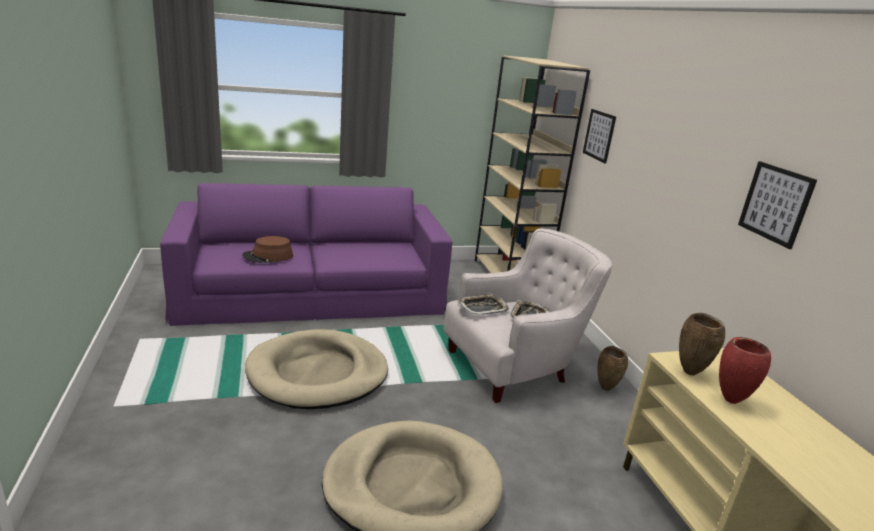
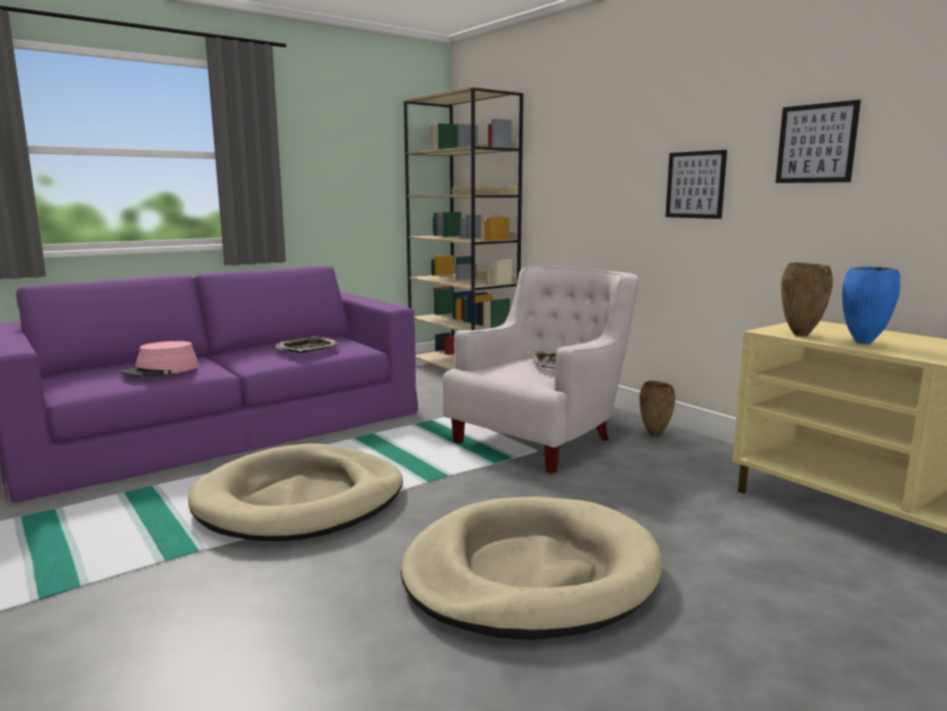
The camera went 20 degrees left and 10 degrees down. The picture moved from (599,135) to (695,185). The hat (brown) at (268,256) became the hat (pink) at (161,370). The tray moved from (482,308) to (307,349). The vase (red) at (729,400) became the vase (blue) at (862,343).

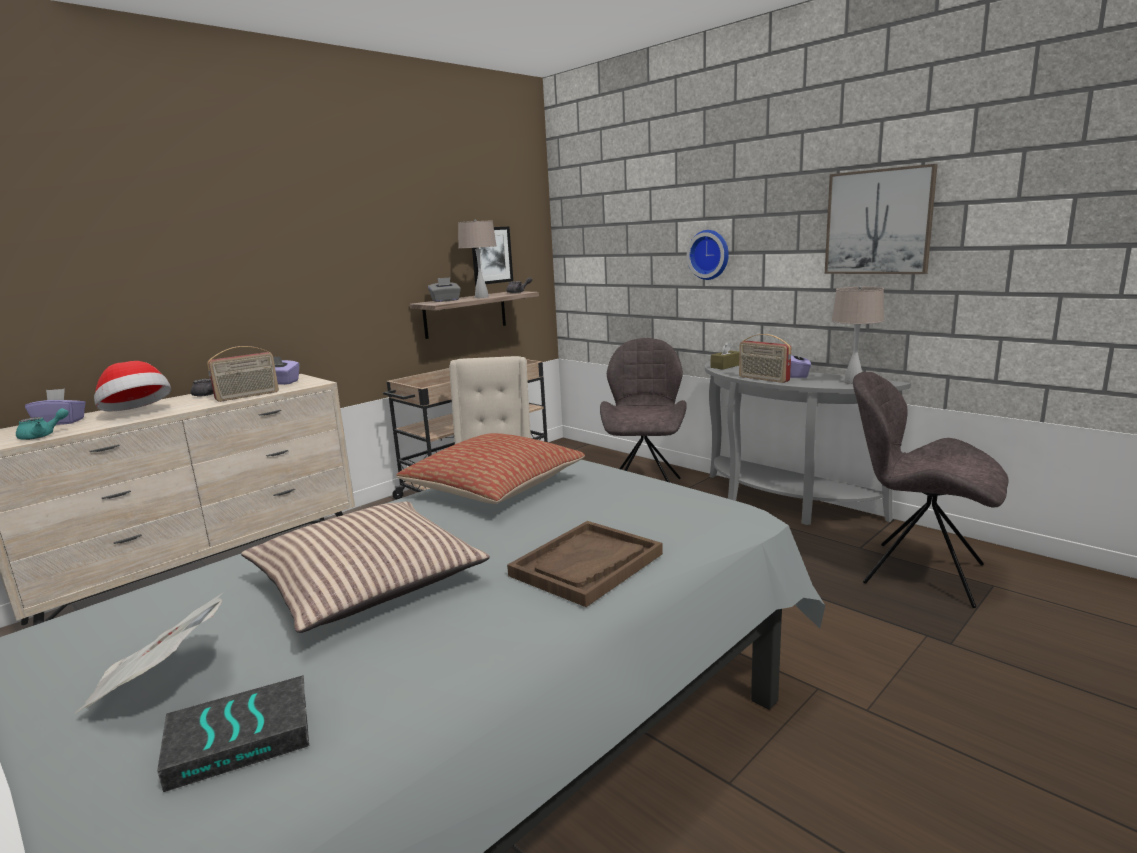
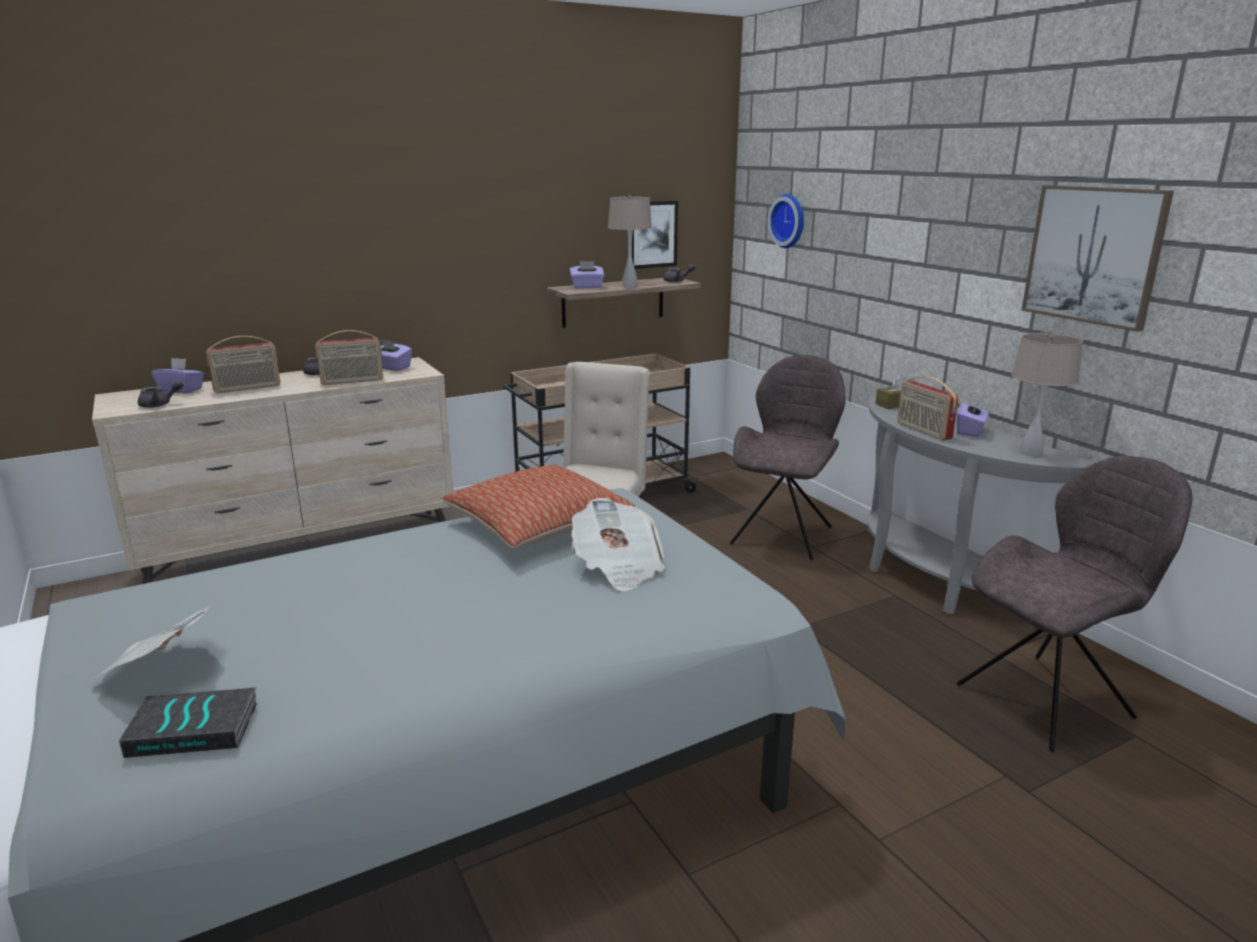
The camera went 15 degrees right and 5 degrees up. The wall clock moved from (710,254) to (789,221). The tissue box (grey) at (445,300) became the tissue box (purple) at (587,287). The hat at (137,413) was replaced by the radio at (247,388). The chair (grey) at (918,572) turned 105 degrees clockwise. The teapot (turquoise) at (42,436) became the teapot (grey) at (160,405). The pillow at (367,582) disappeared. The tray (brown) at (587,565) disappeared. The newspaper at (618,567) appeared.

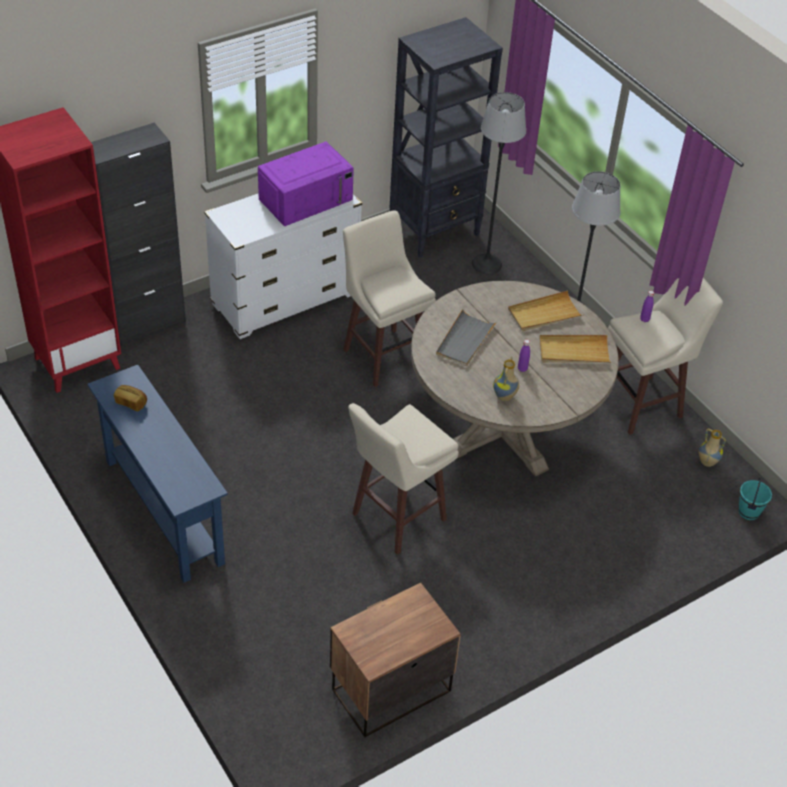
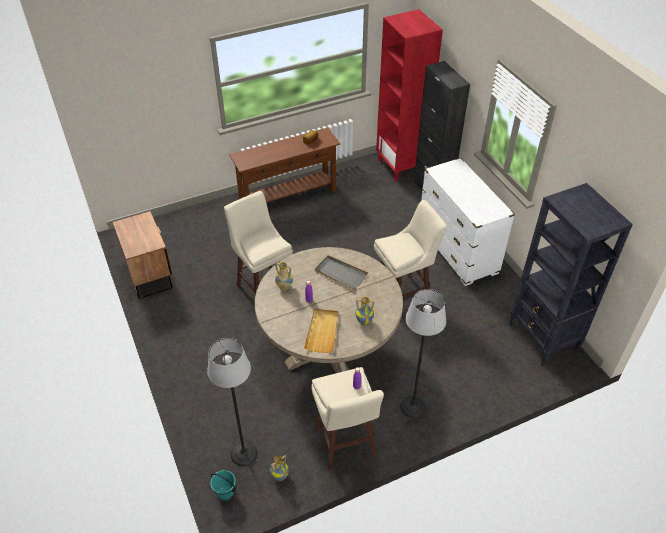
The camera went 100 degrees right and 0 degrees up. The floor lamp moved from (486,264) to (244,454). The microwave (purple) at (306,199) disappeared. The tray (beige) at (544,314) was replaced by the vase at (364,321). The console table (blue) at (163,511) became the console table (brown) at (288,196).

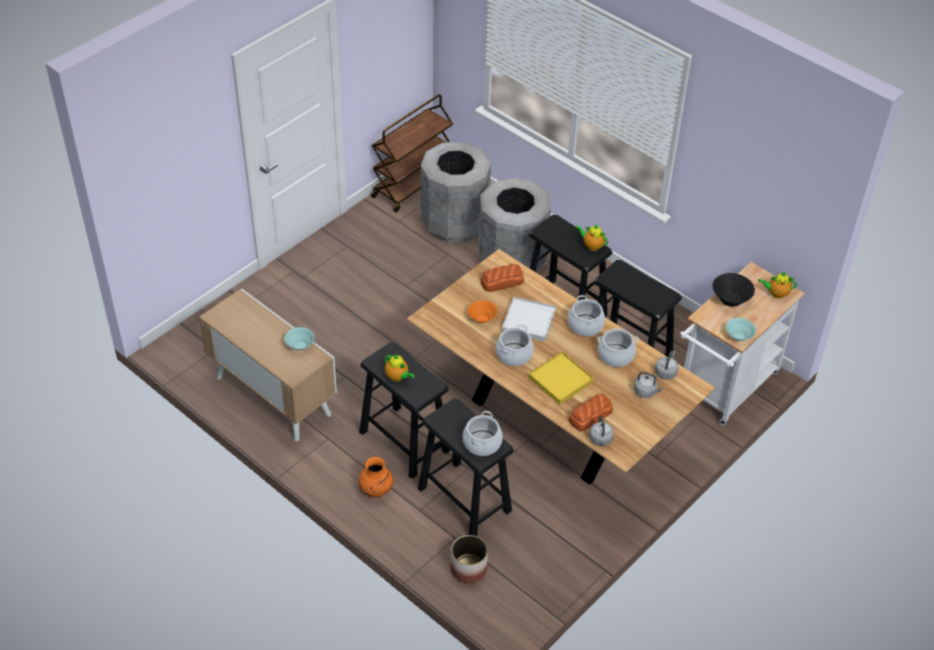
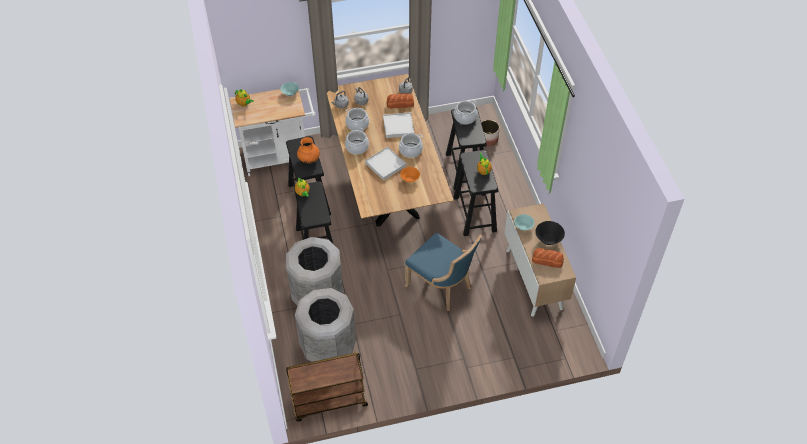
The camera went 145 degrees left and 5 degrees up. The bread moved from (501,281) to (548,260). The bowl (black) moved from (730,300) to (548,239). The tray (yellow) at (560,380) became the tray (white) at (398,126). The vase (orange) moved from (376,490) to (309,160). The chair (blue) at (441,286) appeared.

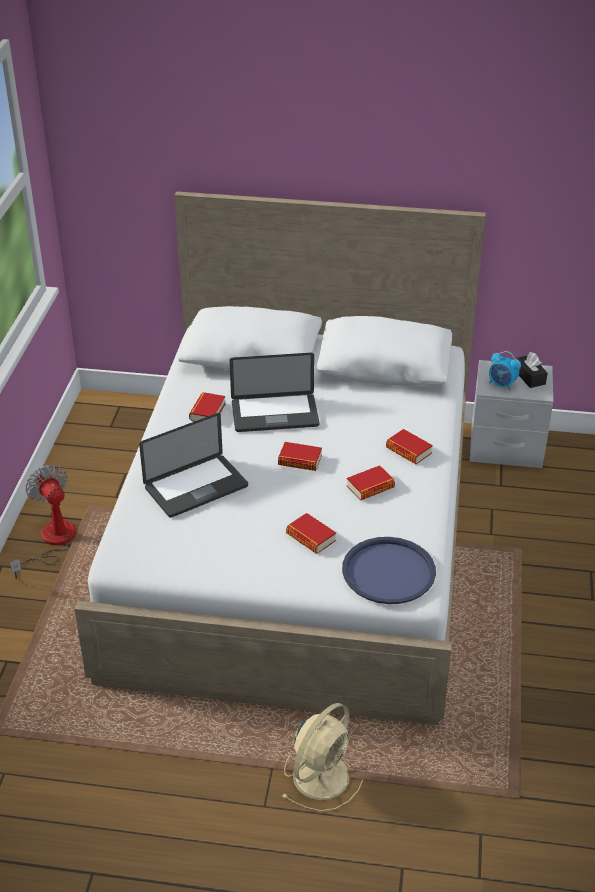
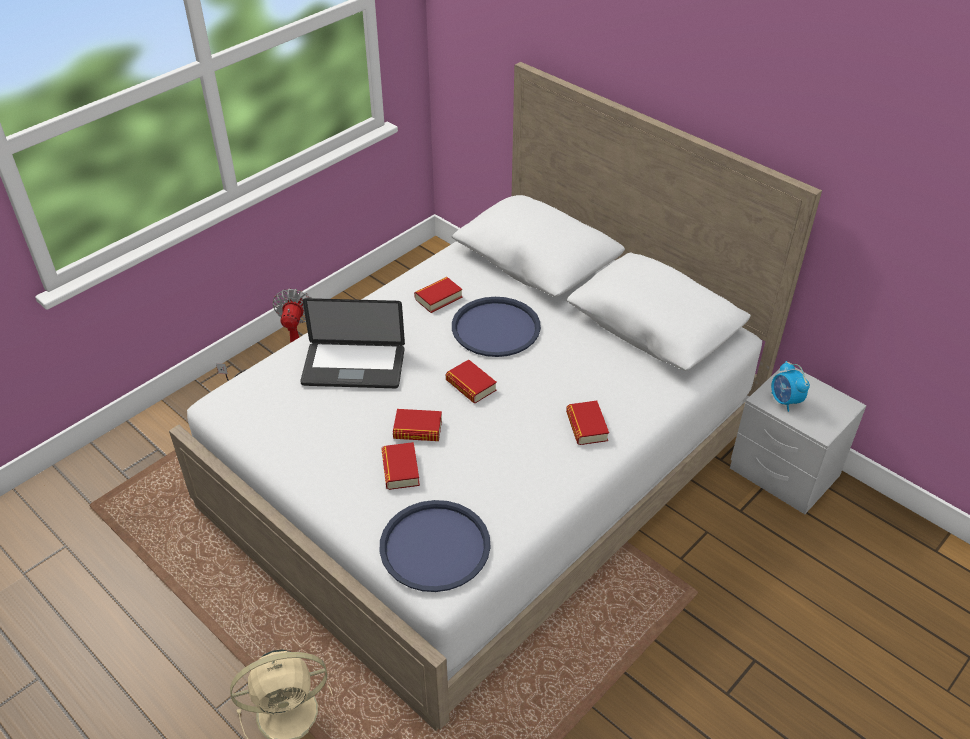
The camera went 35 degrees right and 5 degrees up. The tissue box (black) at (529,377) disappeared. The laptop at (275,414) was replaced by the tray (blue) at (495,328). The book moved from (370,487) to (418,429).

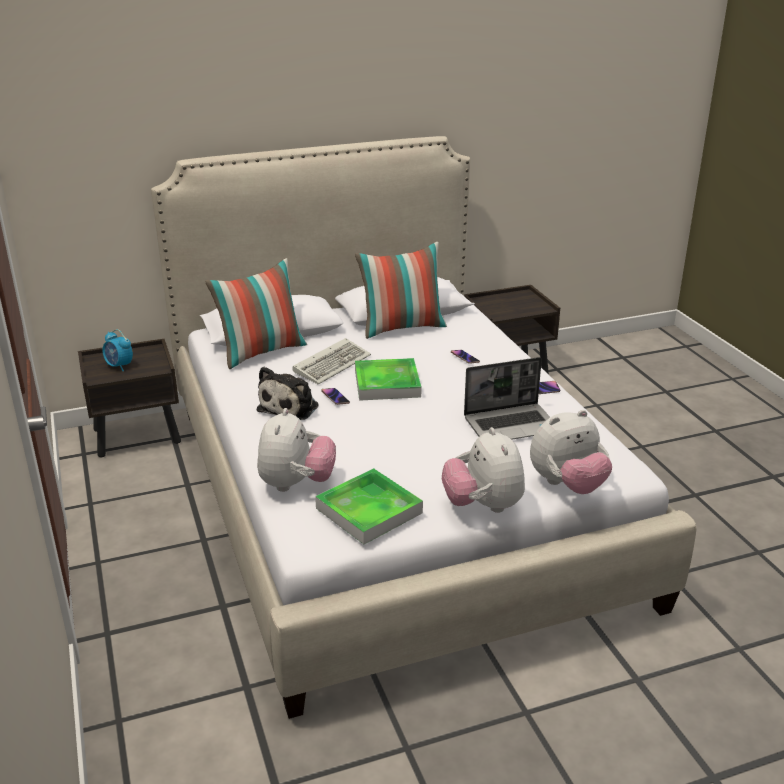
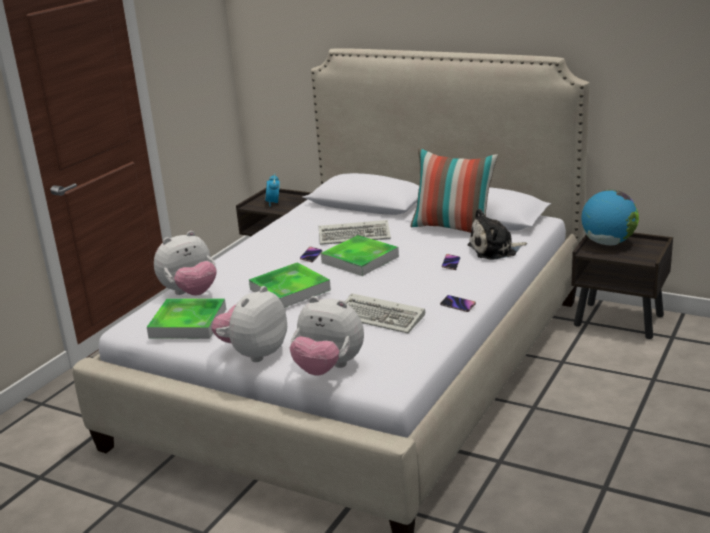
The camera went 50 degrees right and 5 degrees down. The pillow at (261,352) disappeared. The laptop at (512,425) was replaced by the keyboard at (381,317). The plush toy moved from (291,407) to (495,250). The globe at (608,243) appeared. The tray at (290,290) appeared.

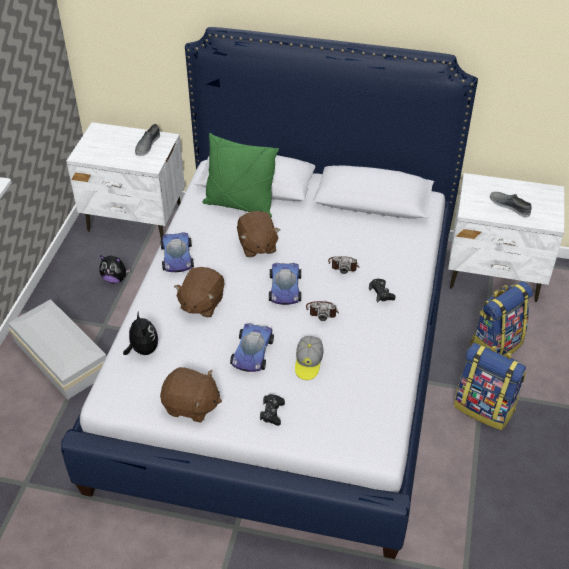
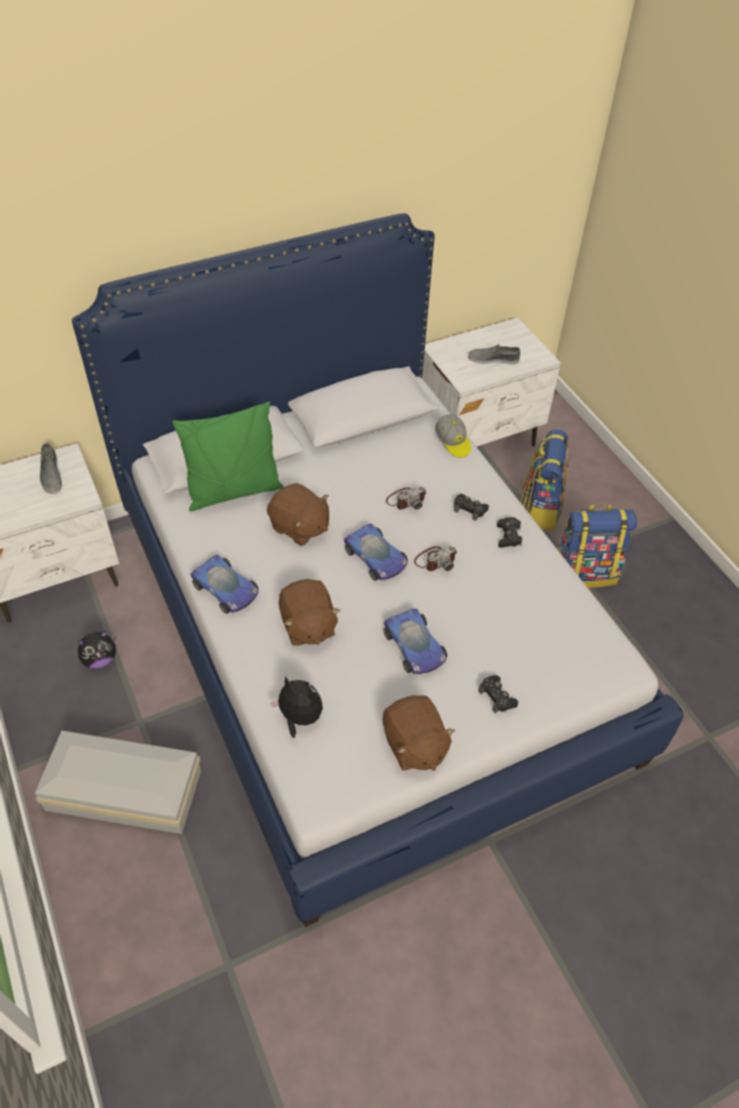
The camera went 40 degrees left and 5 degrees up. The cap moved from (308,363) to (453,442). The plush toy (brown) at (191,406) turned 90 degrees clockwise. The game controller (black) at (508,536) appeared.

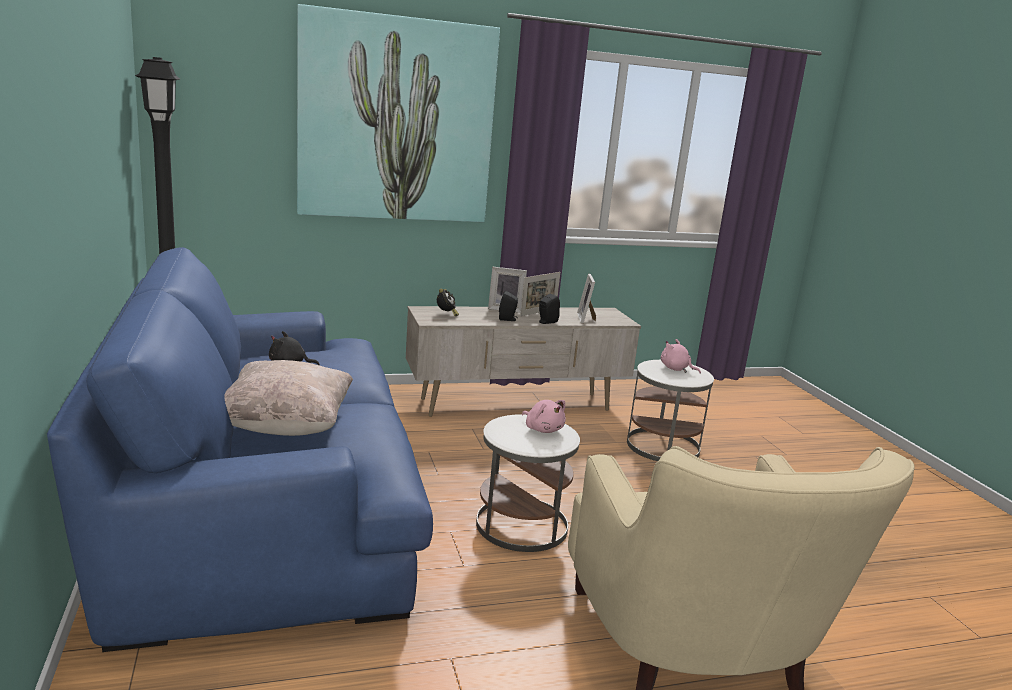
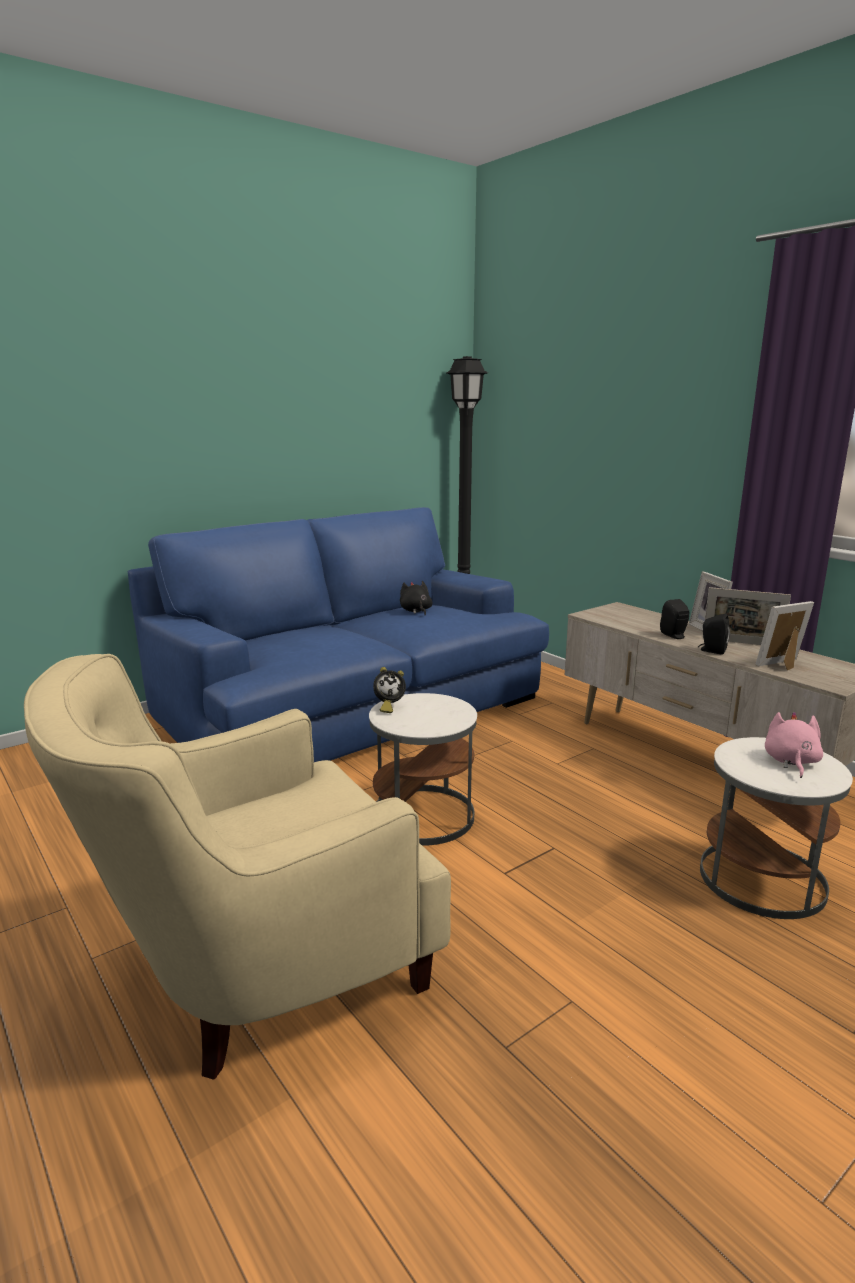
The camera went 70 degrees right and 0 degrees up. The picture at (396,120) disappeared. The alarm clock moved from (446,314) to (388,707). The pillow (beige) at (286,425) disappeared. The plush toy (pink) at (543,429) disappeared.

